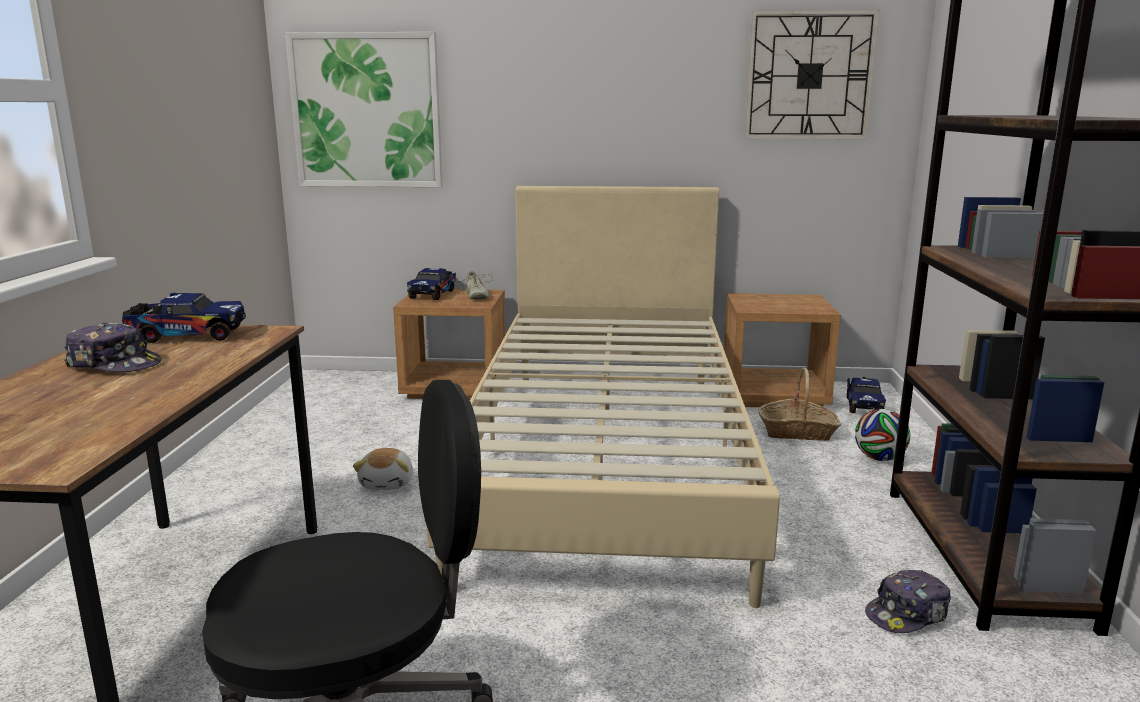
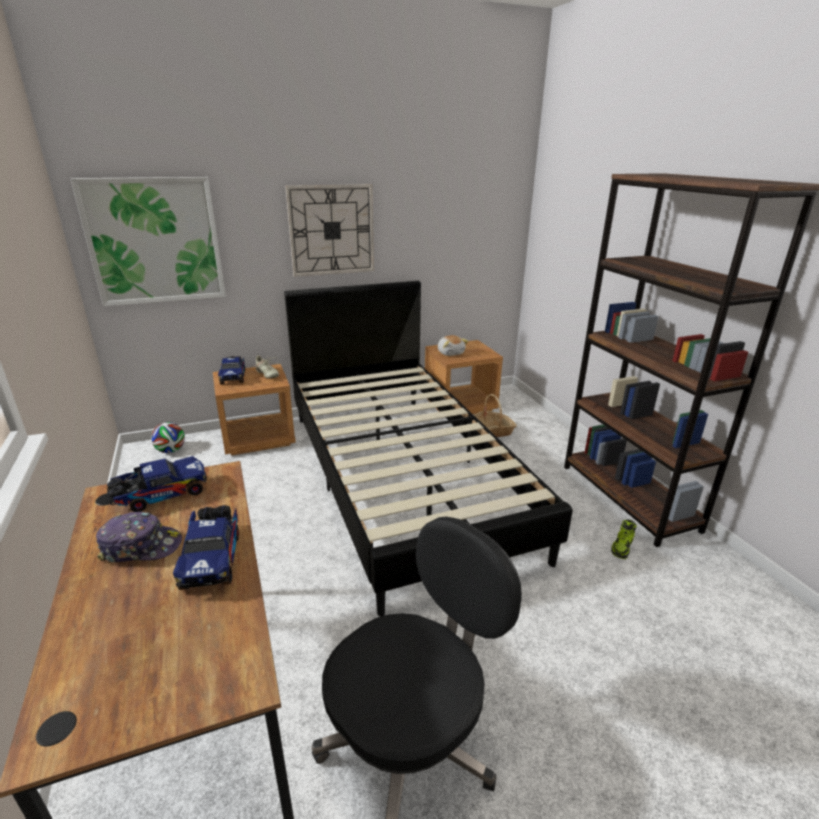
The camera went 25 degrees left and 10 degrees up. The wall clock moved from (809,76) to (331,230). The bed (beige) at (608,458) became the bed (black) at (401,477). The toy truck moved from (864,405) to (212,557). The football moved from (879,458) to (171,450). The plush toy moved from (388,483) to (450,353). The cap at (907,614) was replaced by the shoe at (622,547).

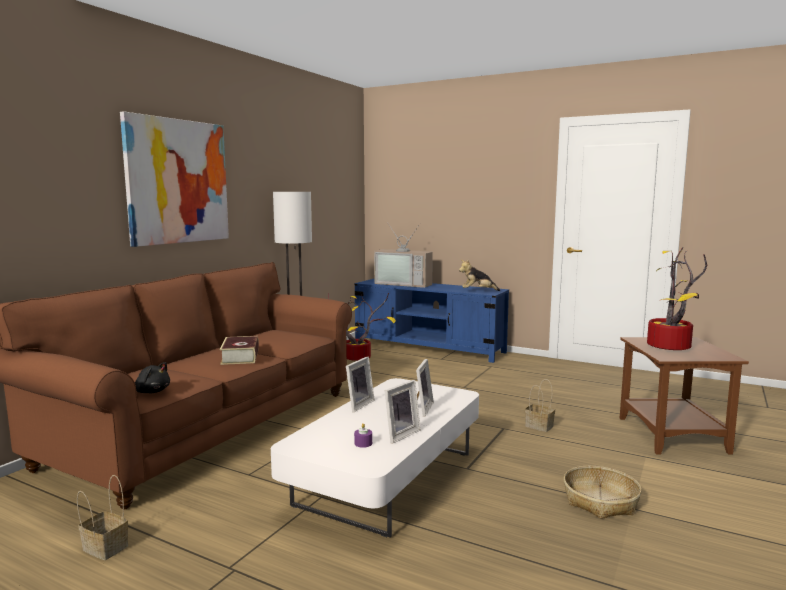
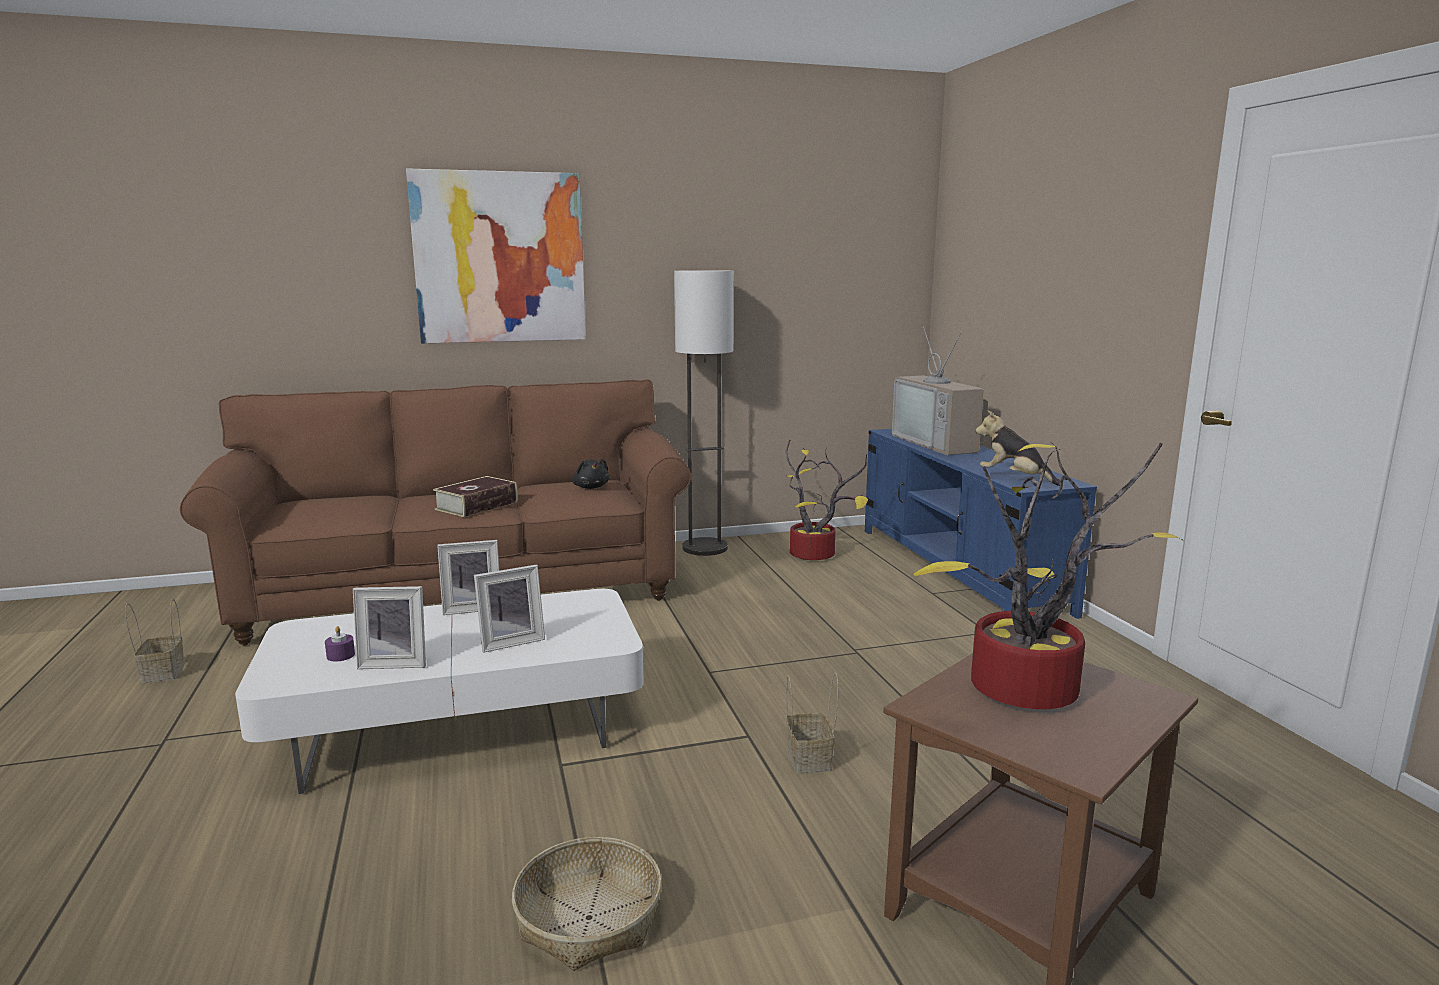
The camera went 45 degrees right and 5 degrees up. The plush toy (black) moved from (151,391) to (591,487).

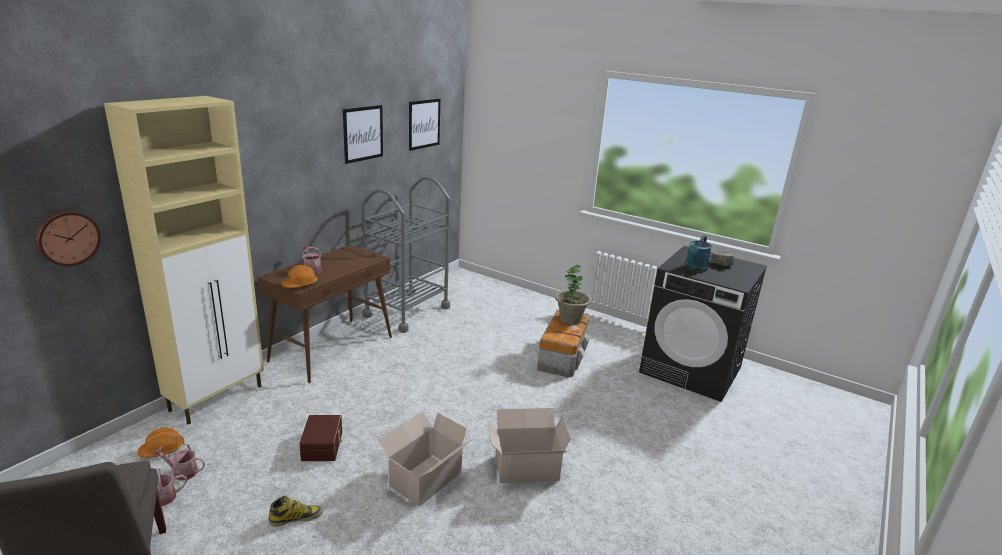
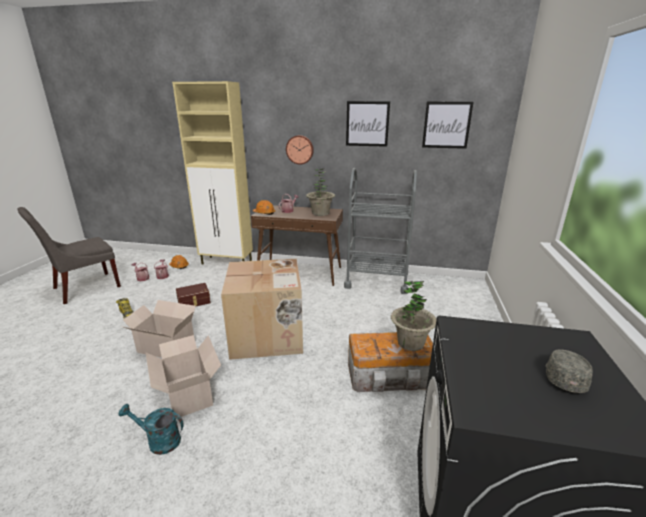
The camera went 70 degrees right and 0 degrees up. The wall clock moved from (67,237) to (300,149). The watering can (turquoise) moved from (695,269) to (159,441). The potted plant at (320,213) appeared. The cardboard box at (268,335) appeared.

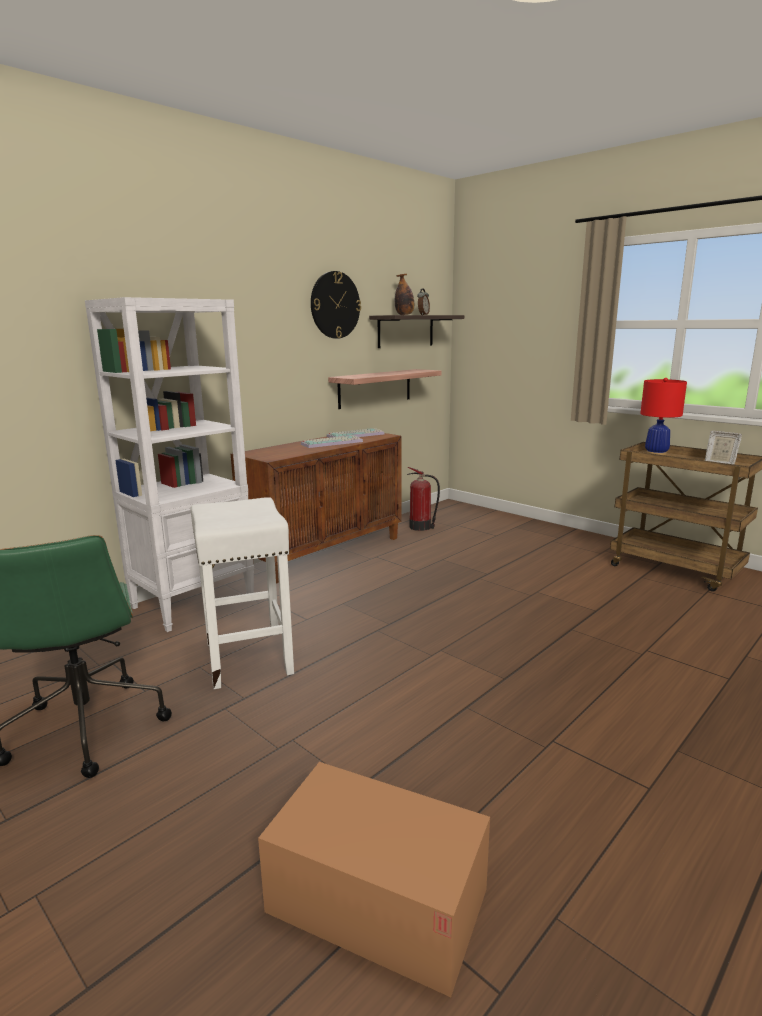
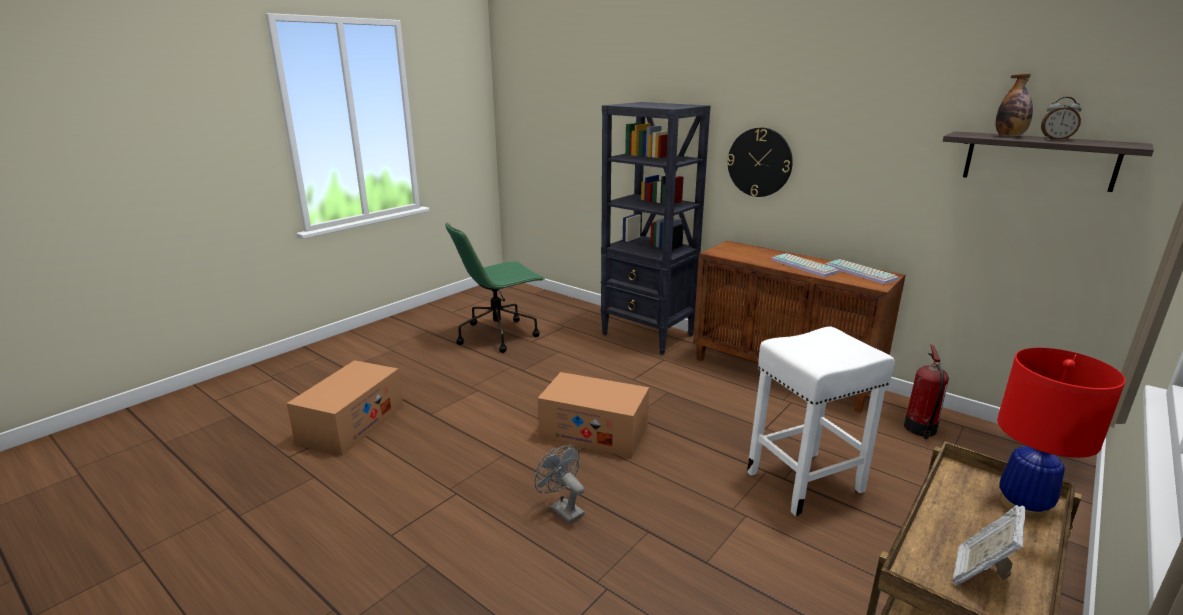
The camera went 85 degrees right and 5 degrees up. The wall clock moved from (335,305) to (759,162). The bookcase (white) at (194,603) became the bookcase (black) at (648,335). The shelf at (375,388) disappeared. The stool (white) moved from (248,657) to (806,481). The cardboard box at (594,432) appeared. The fan (grey) at (562,509) appeared.

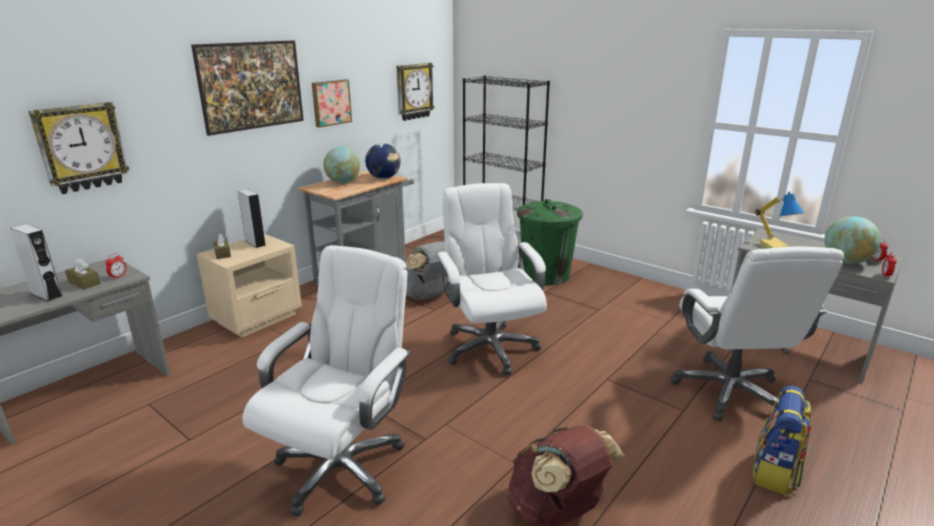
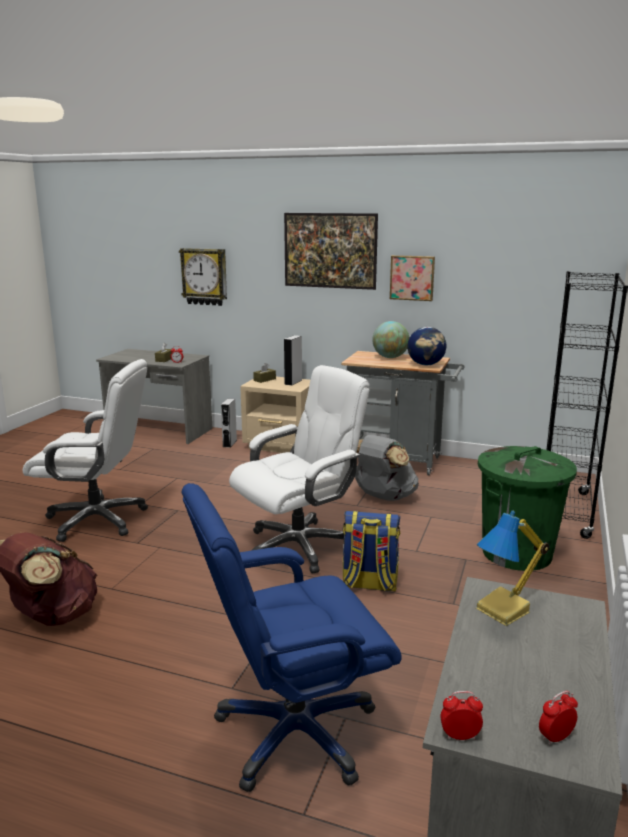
The camera went 70 degrees right and 5 degrees down. The wall clock at (414,91) disappeared. The globe at (846,261) disappeared. The speaker (grey) moved from (46,295) to (229,443). The office chair (white) at (730,392) became the office chair (blue) at (294,733). The backpack moved from (775,473) to (369,584).

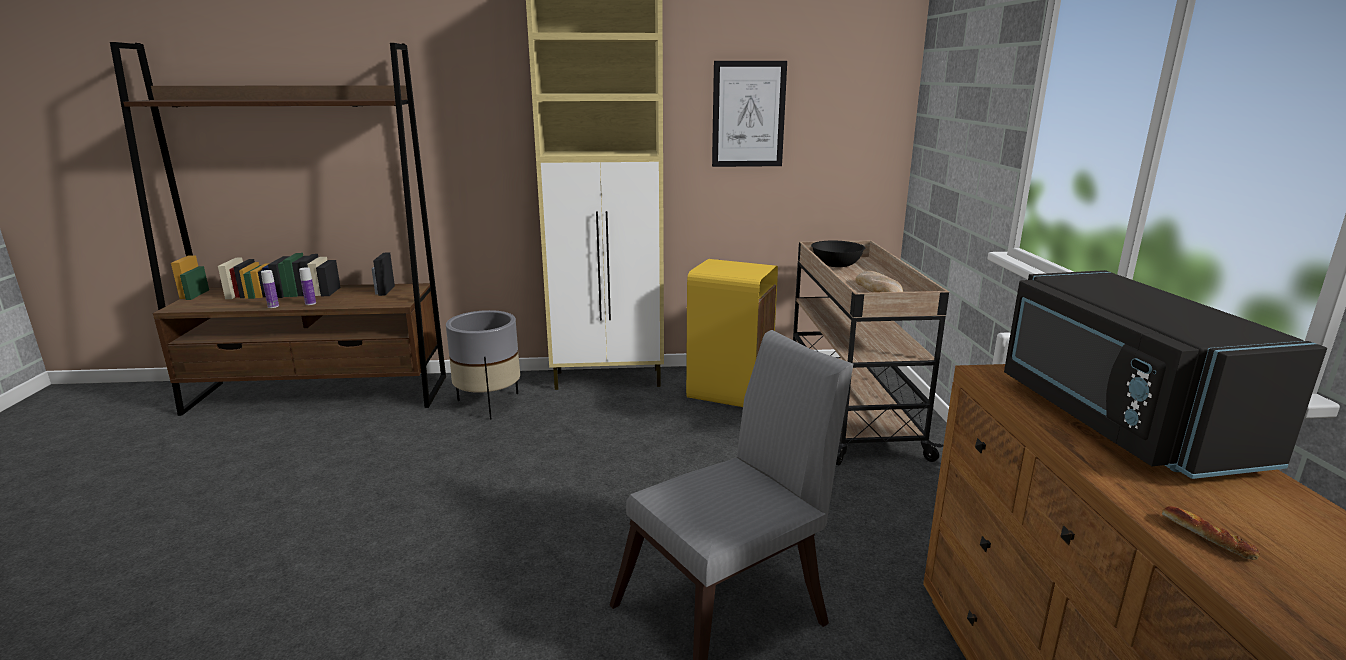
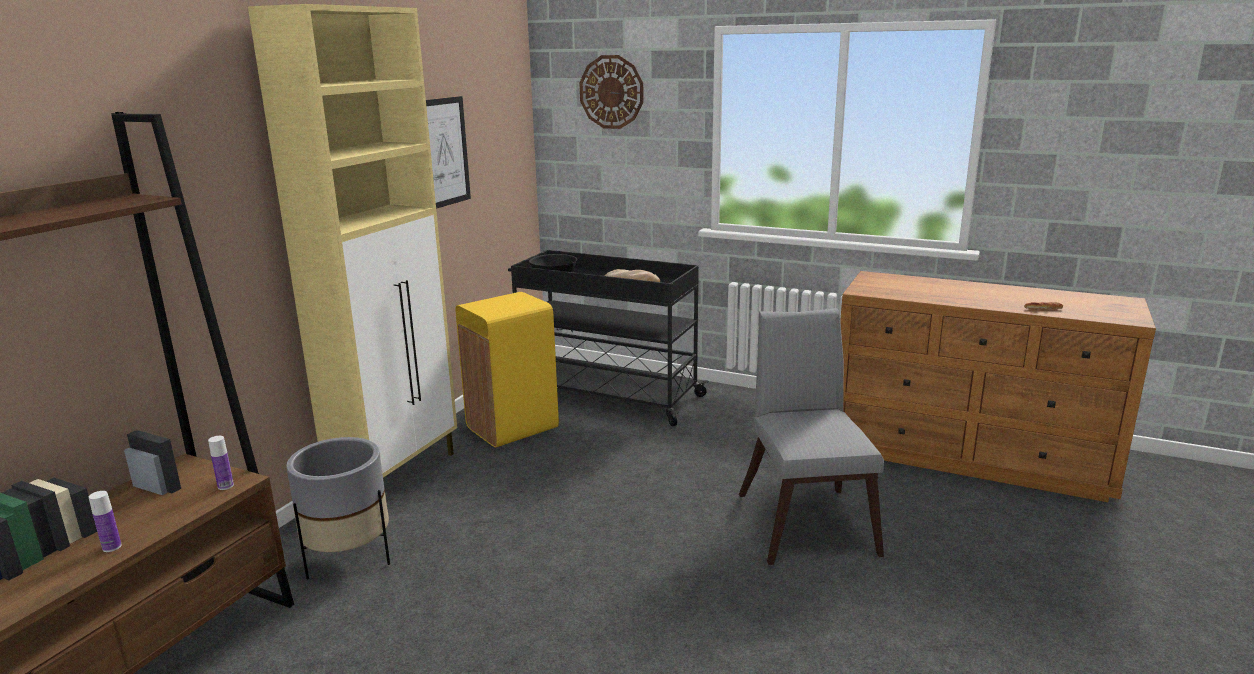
The camera went 60 degrees left and 0 degrees up. The cart (beige) at (849,411) became the cart (black) at (605,395). The bottle moved from (273,306) to (225,486). The microwave (black) at (1116,420) disappeared. The wall clock at (611,92) appeared.

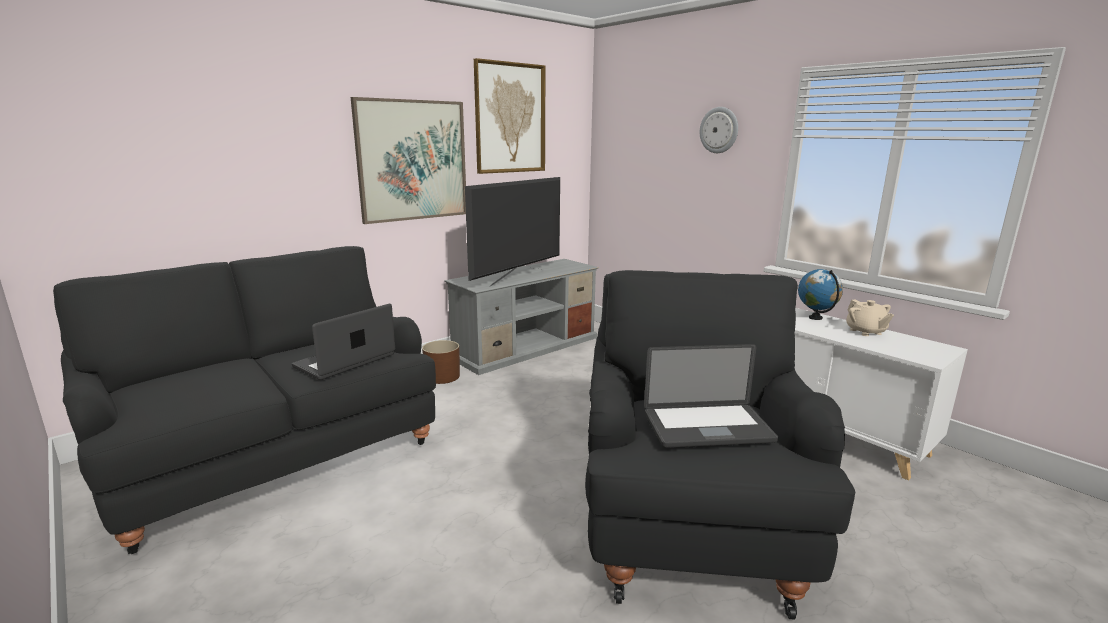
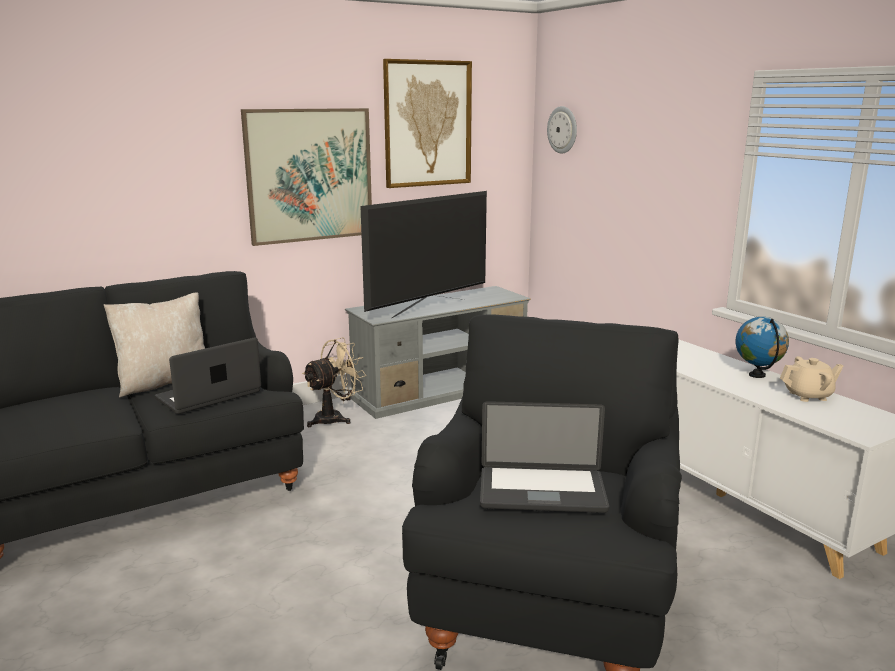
The camera went 10 degrees right and 0 degrees up. The wall clock moved from (719,130) to (563,130). The teapot (beige) at (865,332) turned 90 degrees counterclockwise. The planter (brown) at (442,376) was replaced by the fan (beige) at (335,418). The pillow (beige) at (165,383) appeared.

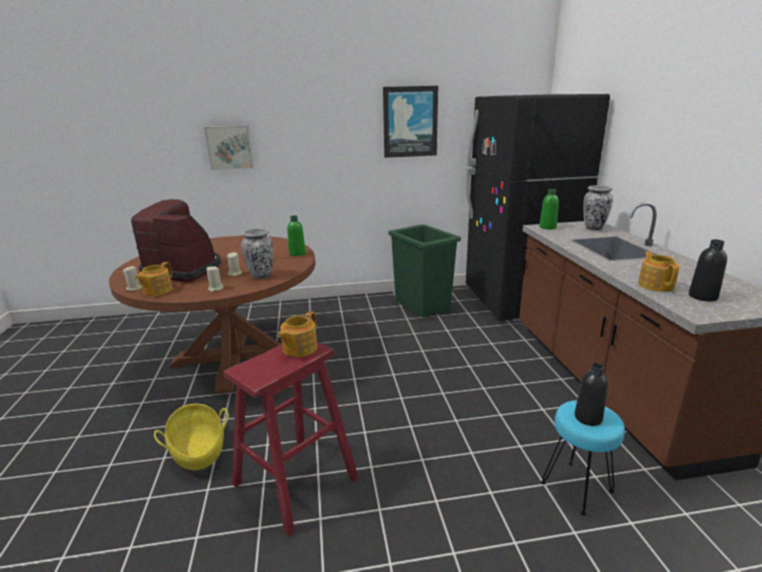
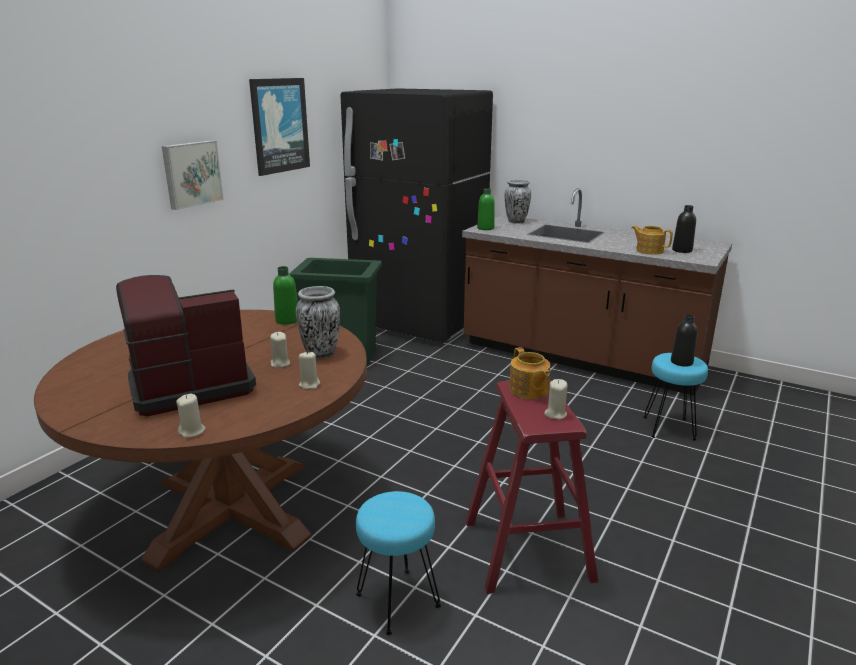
The camera went 50 degrees left and 0 degrees up. The picture moved from (229,147) to (191,174). The teapot at (157,291) disappeared. The basket at (198,451) was replaced by the stool (turquoise) at (396,601). The candle (beige) at (555,414) appeared.

